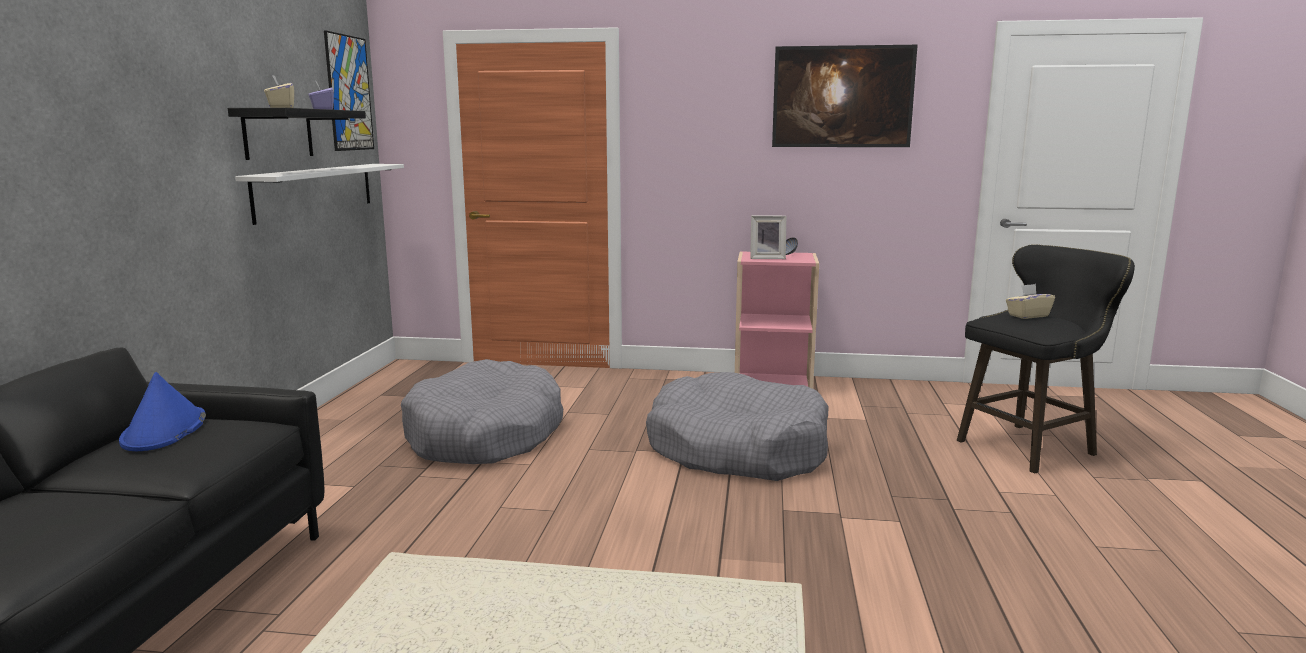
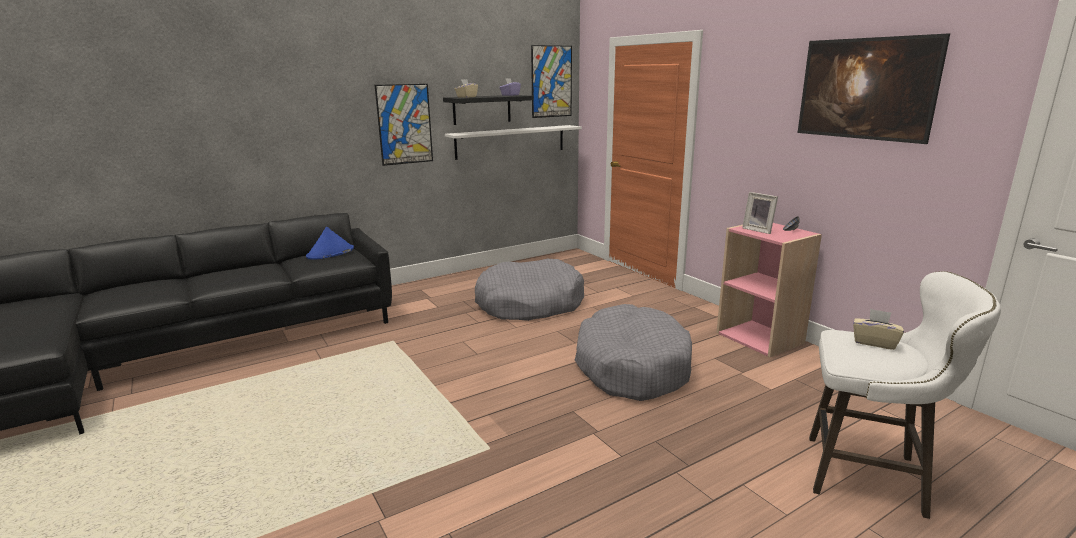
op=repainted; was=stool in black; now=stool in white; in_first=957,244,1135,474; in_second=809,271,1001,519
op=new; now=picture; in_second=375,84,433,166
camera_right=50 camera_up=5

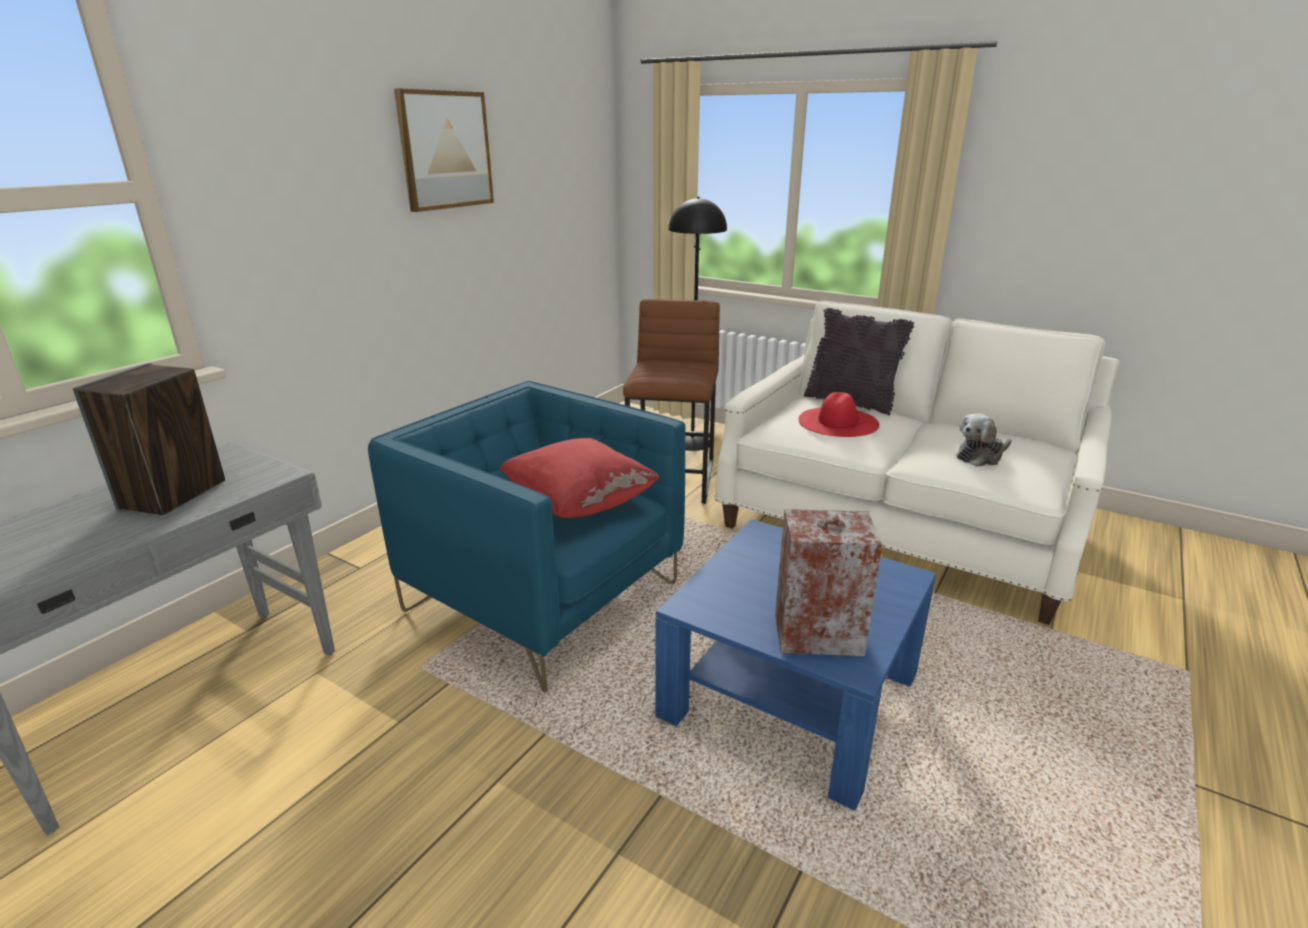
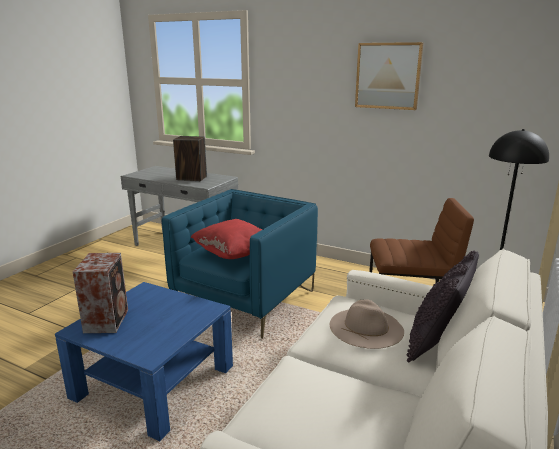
op=repainted; was=hat in red; now=hat in beige; in_first=799,392,879,437; in_second=330,299,404,349
op=gone; was=plush toy; in_first=956,413,1011,467
camera_right=85 camera_up=-5

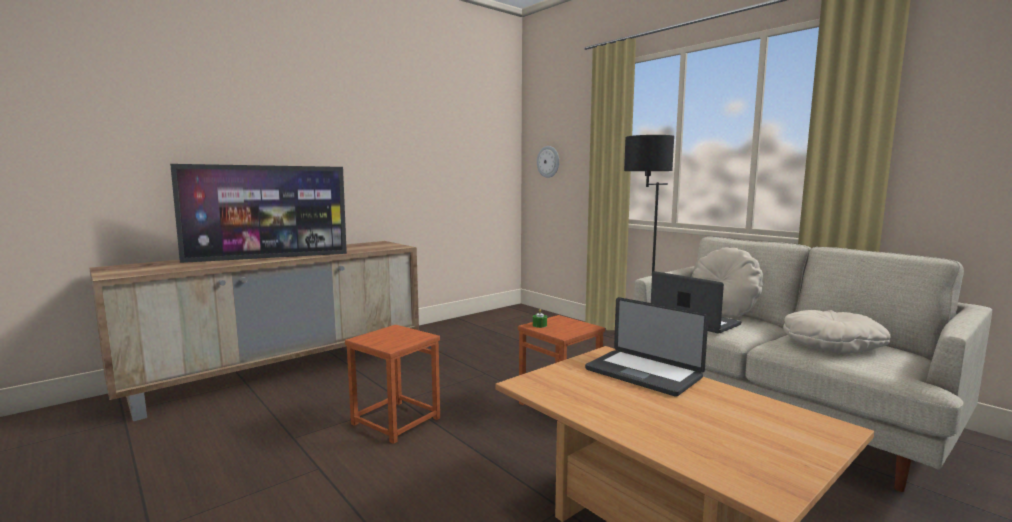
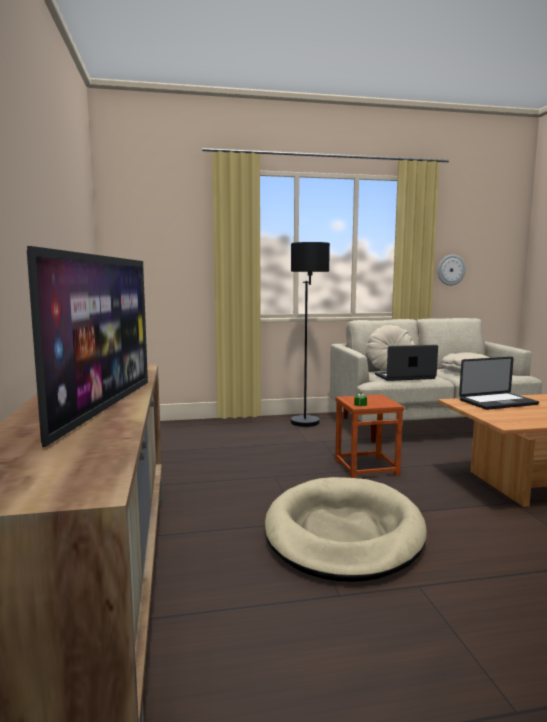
op=swapped; was=stool in brown; now=dog bed in beige; in_first=345,325,440,444; in_second=265,477,427,582
op=shifted; was=wall clock; in_first=537,146,559,178; in_second=438,255,466,286
camera_right=-60 camera_up=0

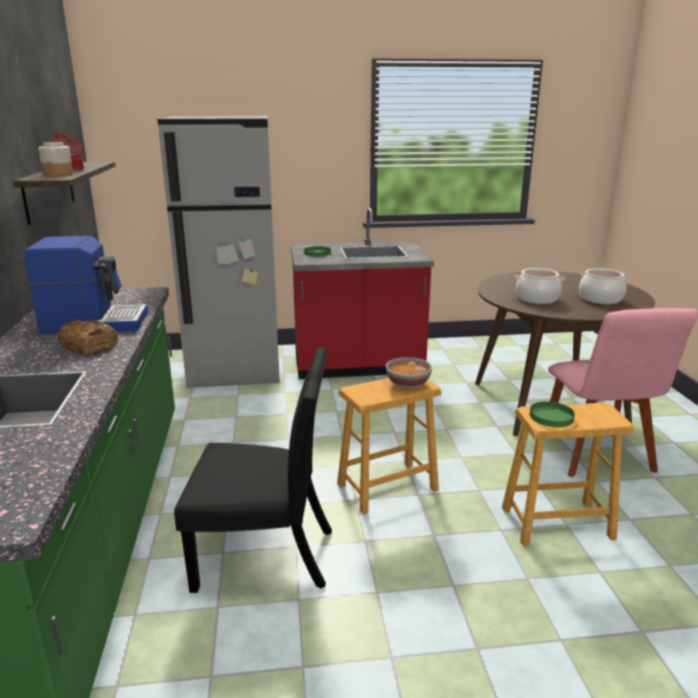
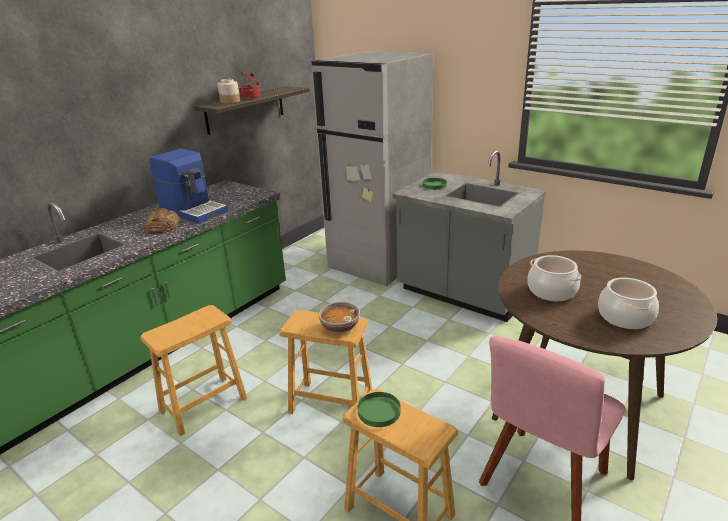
op=swapped; was=chair in black; now=stool in brown; in_first=174,347,332,593; in_second=140,305,247,436
op=repainted; was=counter in red; now=counter in grey; in_first=291,208,434,379; in_second=392,150,547,322
camera_right=45 camera_up=5

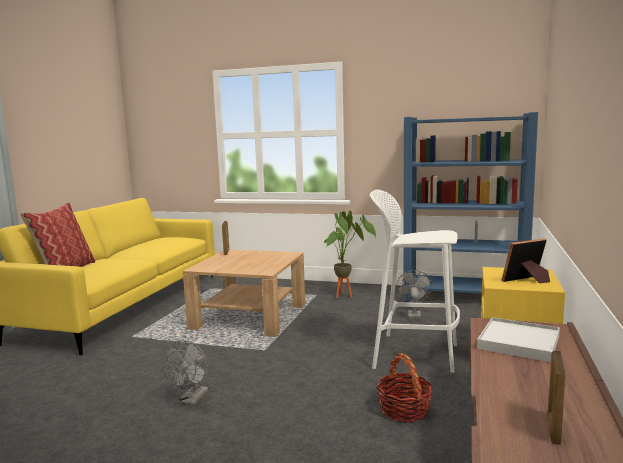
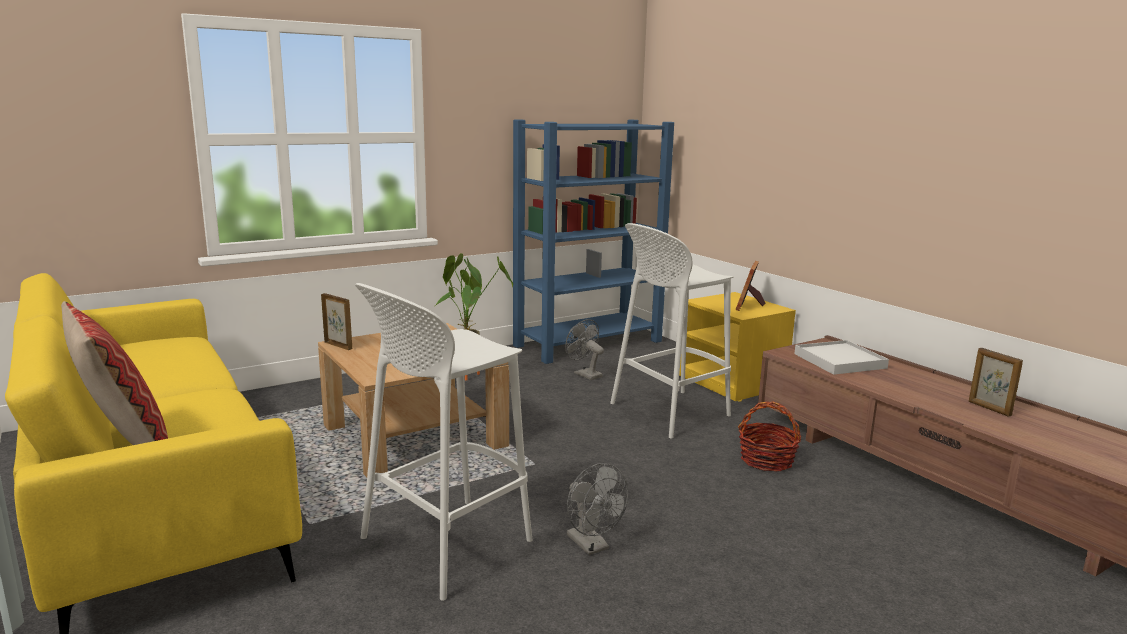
op=new; now=stool in white; in_second=355,283,533,601
camera_right=-50 camera_up=5

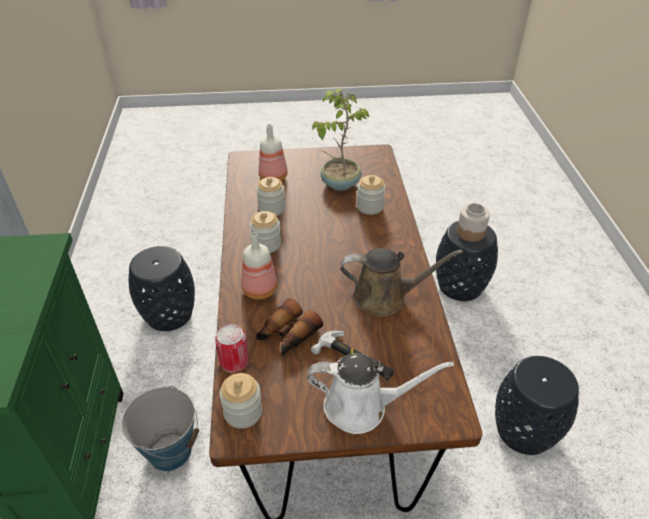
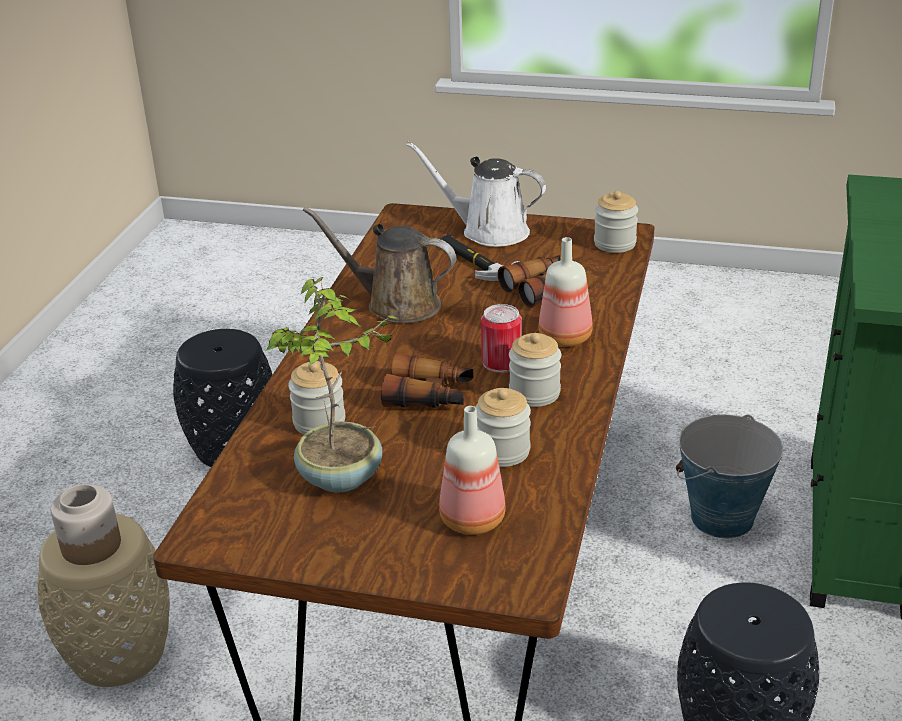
op=shifted; was=can; in_first=215,324,249,373; in_second=481,304,522,373
op=repainted; was=stool in black; now=stool in beige; in_first=436,221,498,301; in_second=37,513,170,687
op=new; now=binoculars; in_second=381,353,473,408
camera_right=-160 camera_up=-10

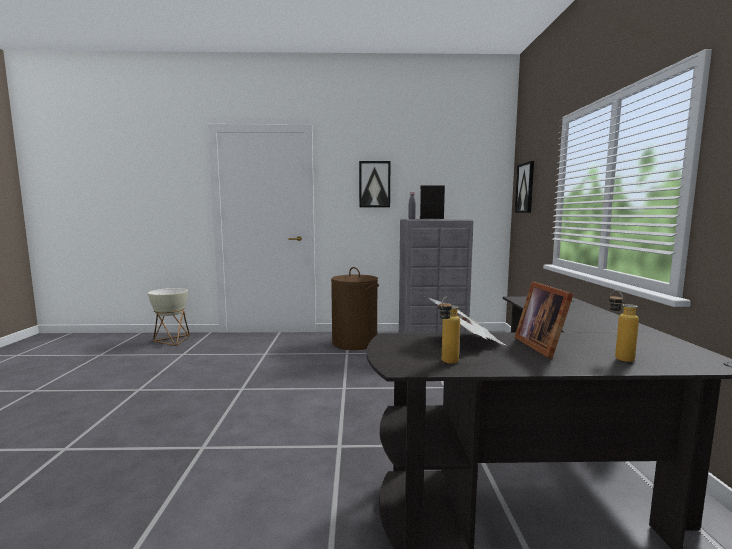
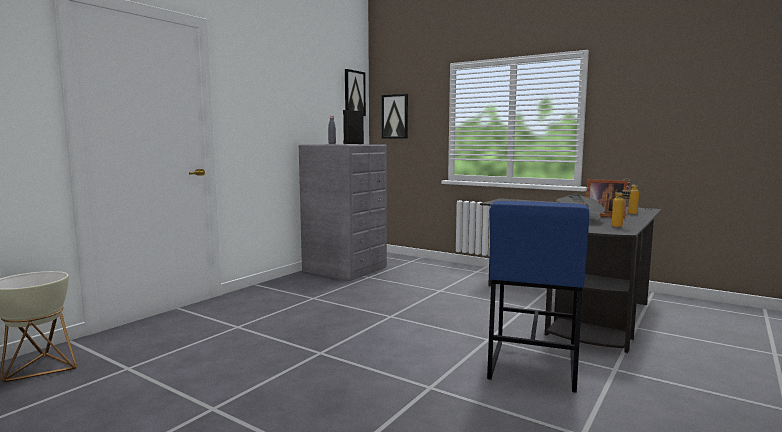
op=gone; was=laundry basket in brown; in_first=331,267,379,350
op=shifted; was=picture; in_first=359,161,390,207; in_second=345,69,366,116
op=new; now=stool in blue; in_second=487,201,589,393
camera_right=-55 camera_up=0

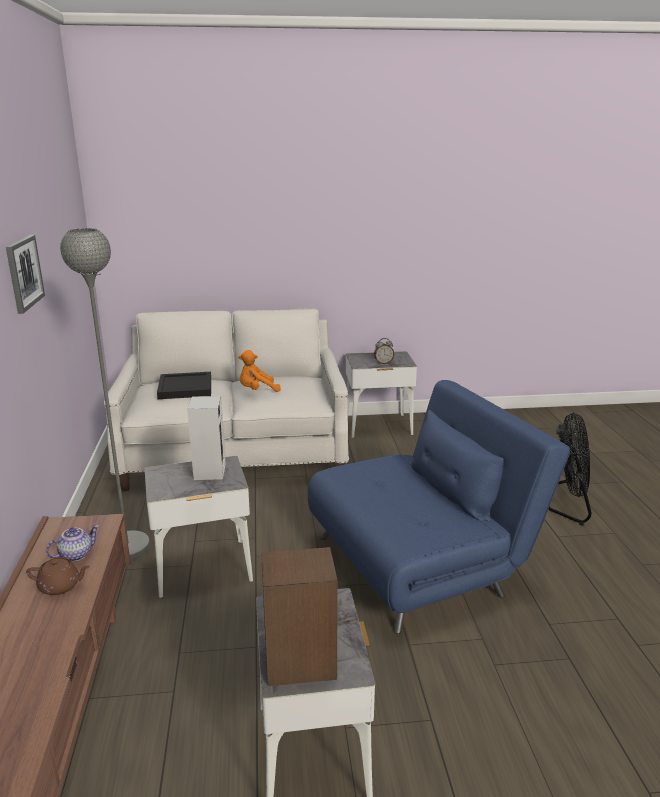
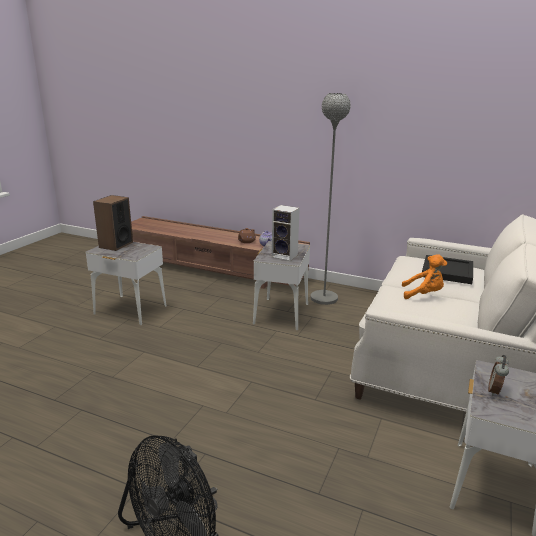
op=gone; was=picture; in_first=6,235,45,314
op=rotated; was=plush toy in orange; in_first=238,350,281,392; in_second=402,254,447,299; clockwise=90
op=gone; was=armchair in blue; in_first=308,380,570,634
camera_right=120 camera_up=0

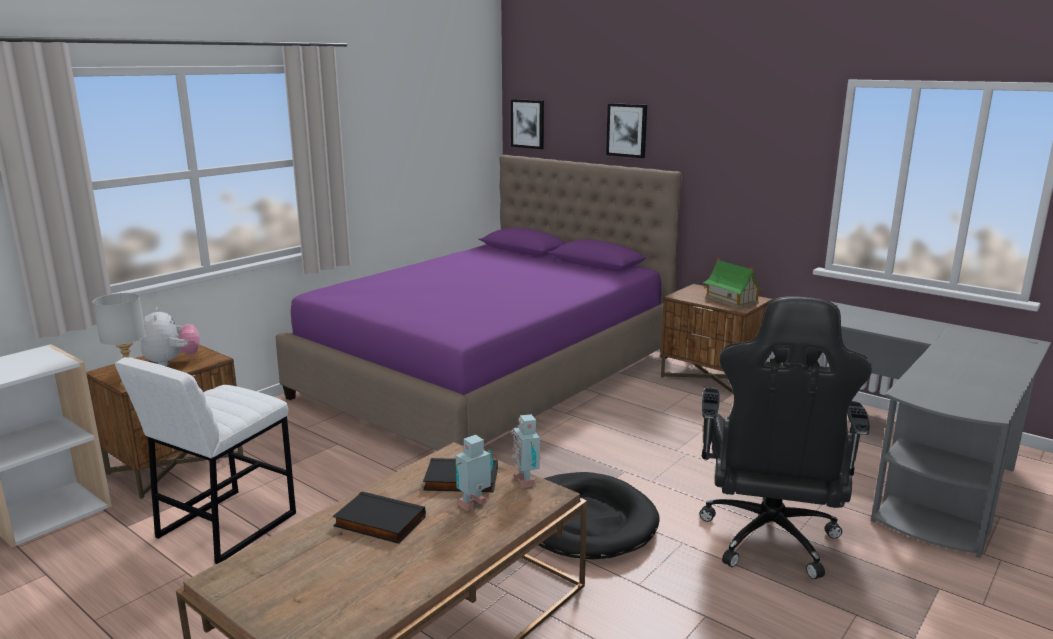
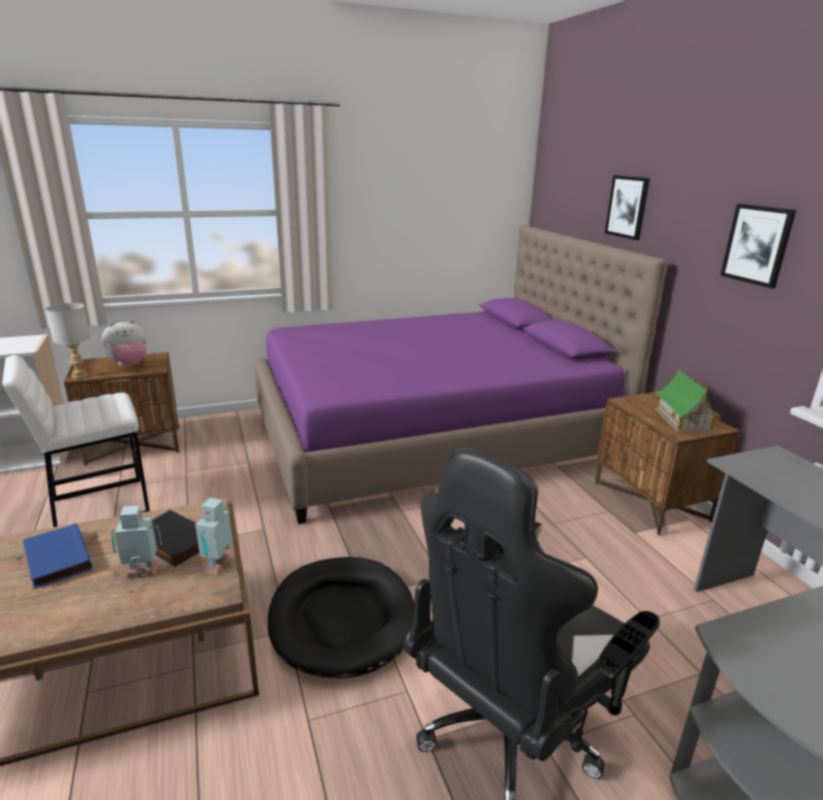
op=rotated; was=plush toy; in_first=141,307,200,366; in_second=101,320,147,365; clockwise=45
op=repainted; was=book in black; now=book in blue; in_first=333,491,426,544; in_second=23,523,92,589
op=shifted; was=picture; in_first=511,99,544,149; in_second=720,204,796,288
camera_right=30 camera_up=5

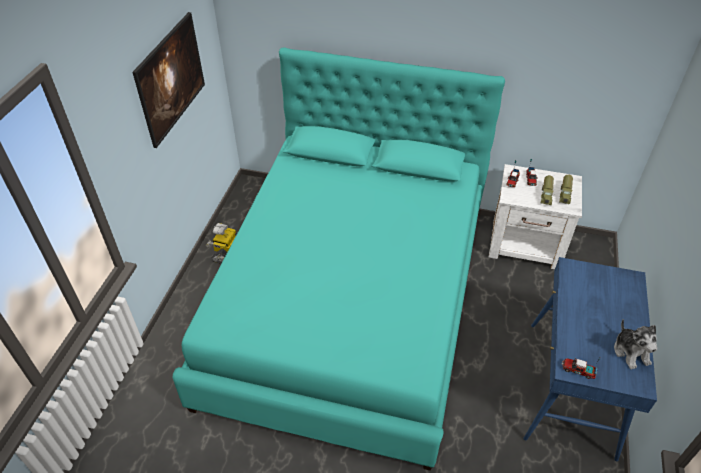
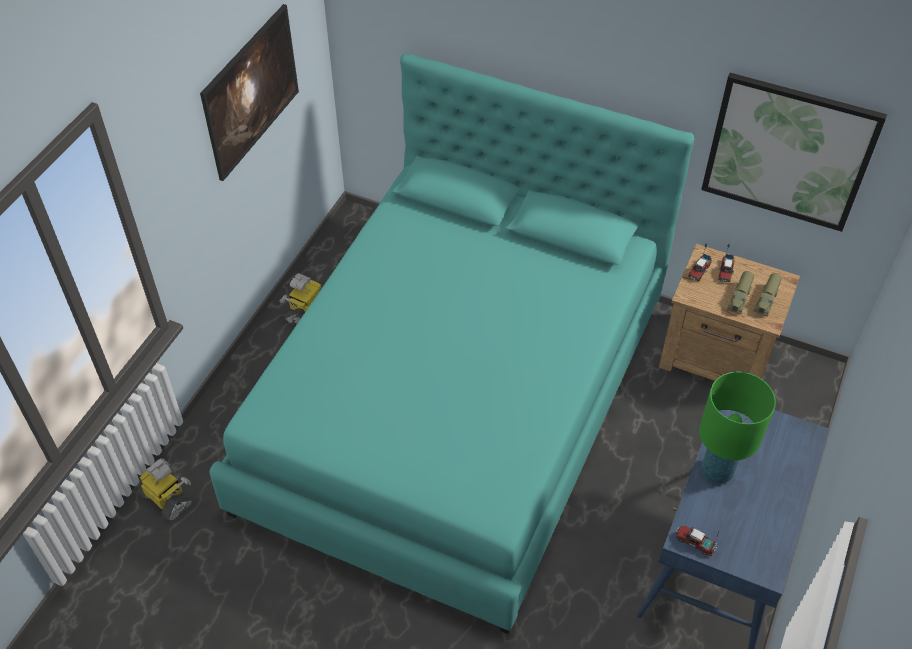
op=repainted; was=nightstand in white; now=nightstand in brown; in_first=489,164,582,269; in_second=659,244,800,381
op=gone; was=plush toy; in_first=614,319,657,370
op=new; now=toy robot; in_second=137,459,193,522
op=new; now=table lamp in green; in_second=699,372,776,483
op=new; now=picture; in_second=701,73,887,232
camera_right=10 camera_up=5

